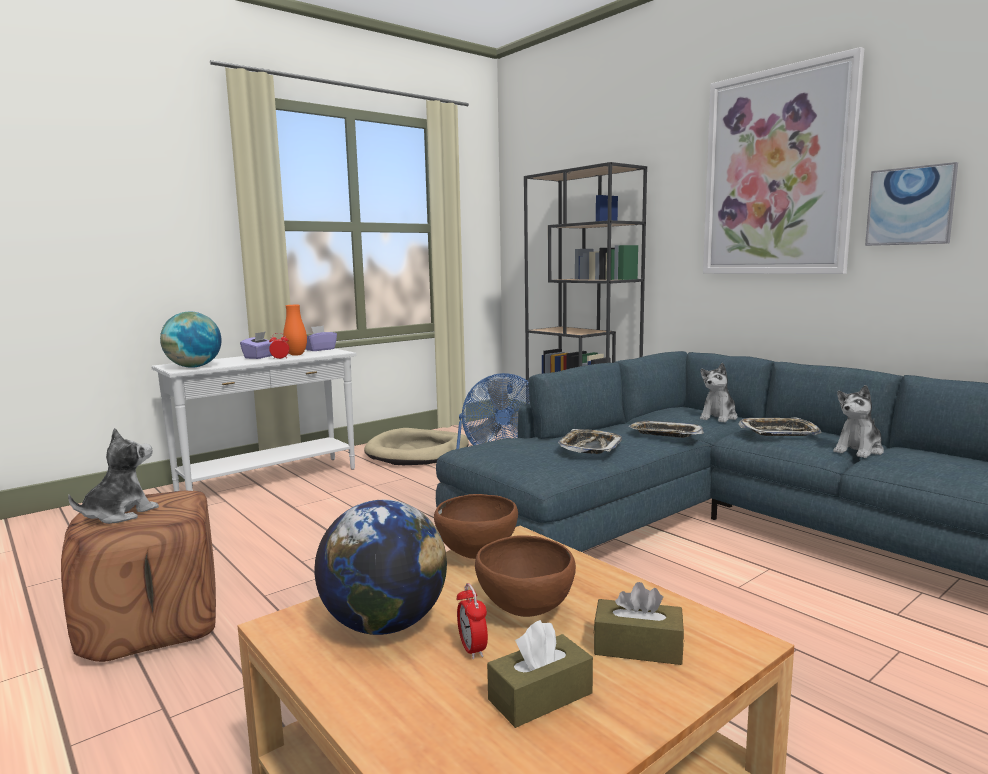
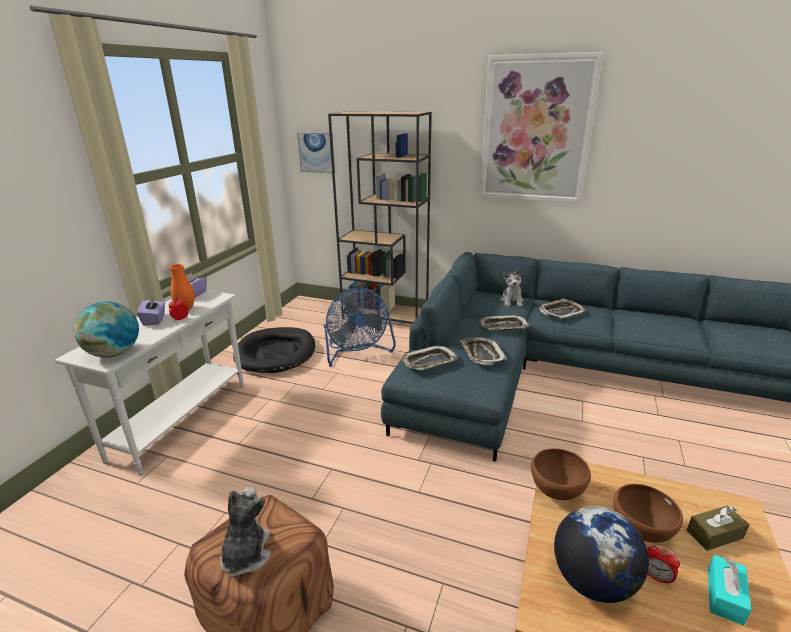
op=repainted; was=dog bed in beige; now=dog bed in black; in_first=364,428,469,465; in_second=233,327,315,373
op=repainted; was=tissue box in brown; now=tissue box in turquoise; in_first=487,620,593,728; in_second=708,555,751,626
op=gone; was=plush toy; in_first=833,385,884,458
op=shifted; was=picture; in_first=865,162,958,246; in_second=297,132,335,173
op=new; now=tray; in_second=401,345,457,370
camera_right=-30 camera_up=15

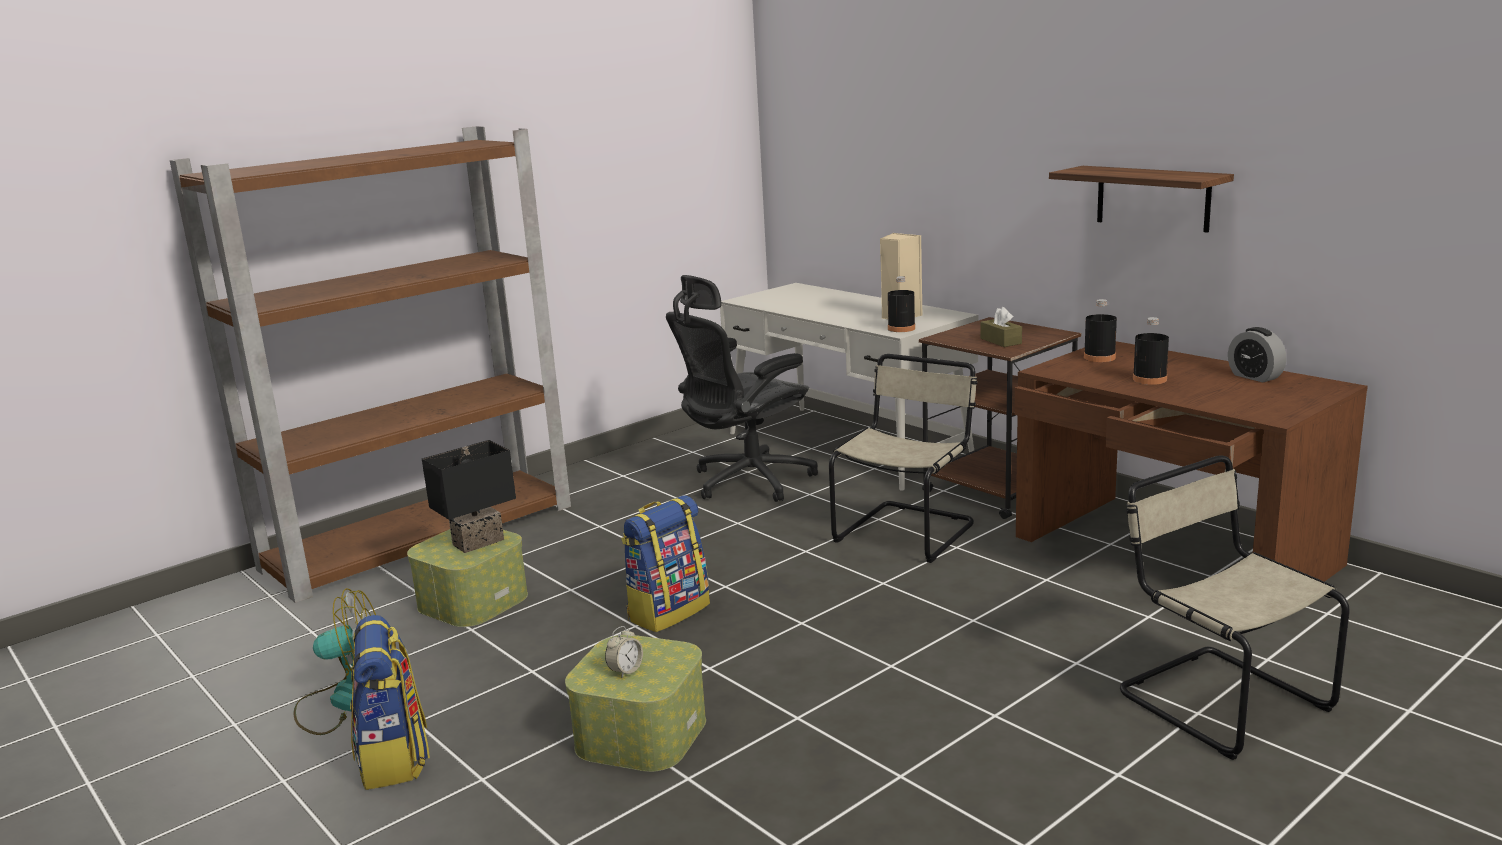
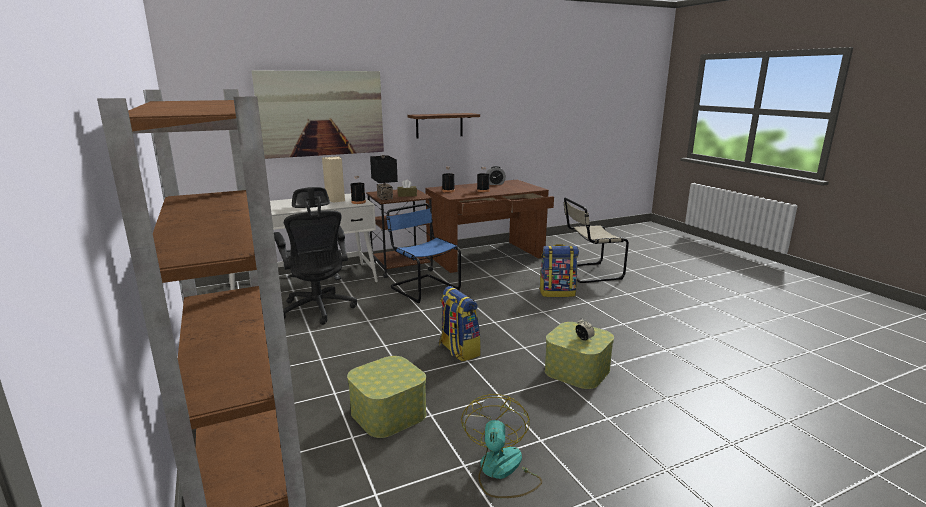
op=shifted; was=backpack; in_first=350,615,430,790; in_second=539,244,579,297
op=shifted; was=table lamp in black; in_first=422,440,516,553; in_second=370,155,398,200
op=repainted; was=chair in beige; now=chair in blue; in_first=829,354,978,563; in_second=386,203,461,303
op=new; now=picture; in_second=252,70,384,159
camera_right=-75 camera_up=0

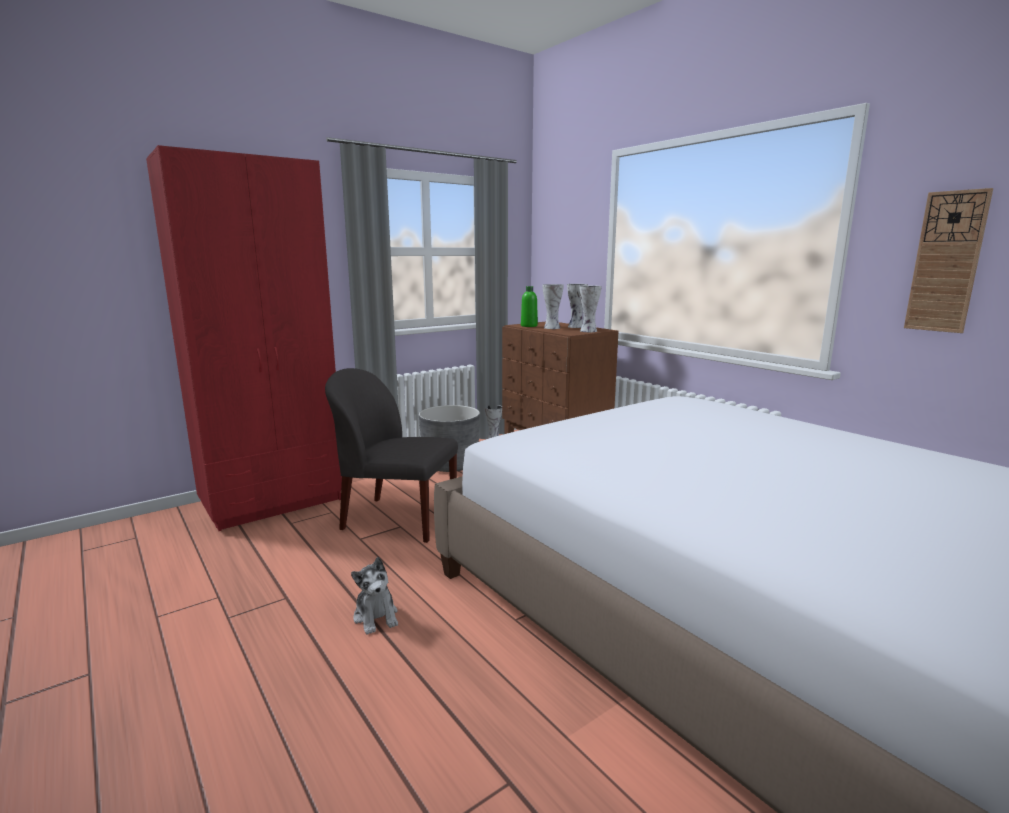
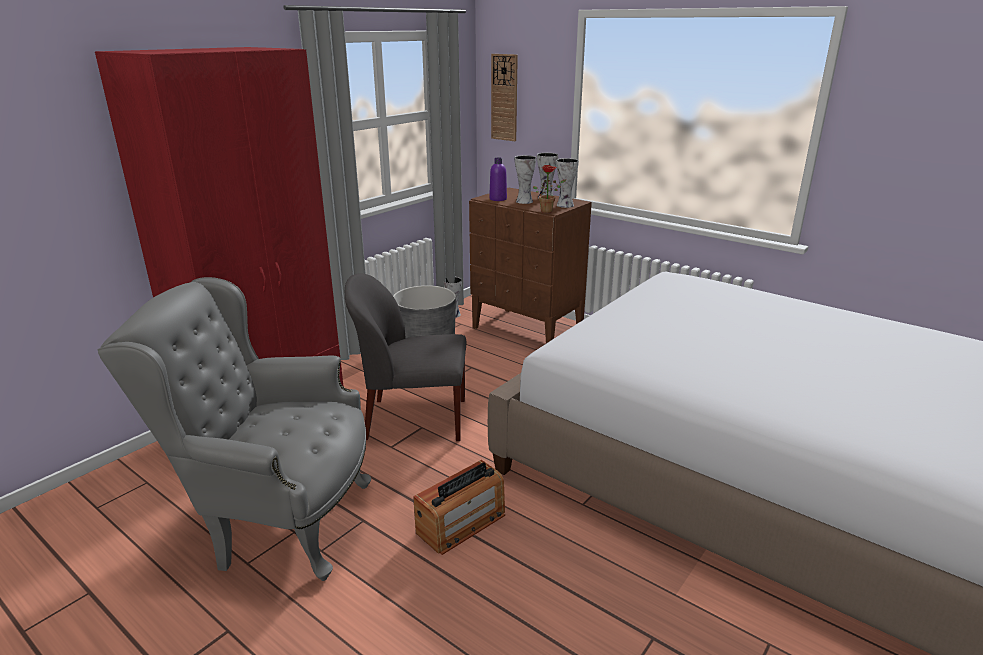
op=swapped; was=plush toy; now=radio; in_first=351,557,398,635; in_second=413,460,505,555
op=repainted; was=bottle in green; now=bottle in purple; in_first=521,286,538,327; in_second=489,157,507,201
op=shifted; was=wall clock; in_first=904,188,993,333; in_second=491,54,518,141
op=new; now=armchair in grey; in_second=97,277,371,581
op=new; now=potted plant; in_second=533,165,566,213
camera_right=-15 camera_up=10

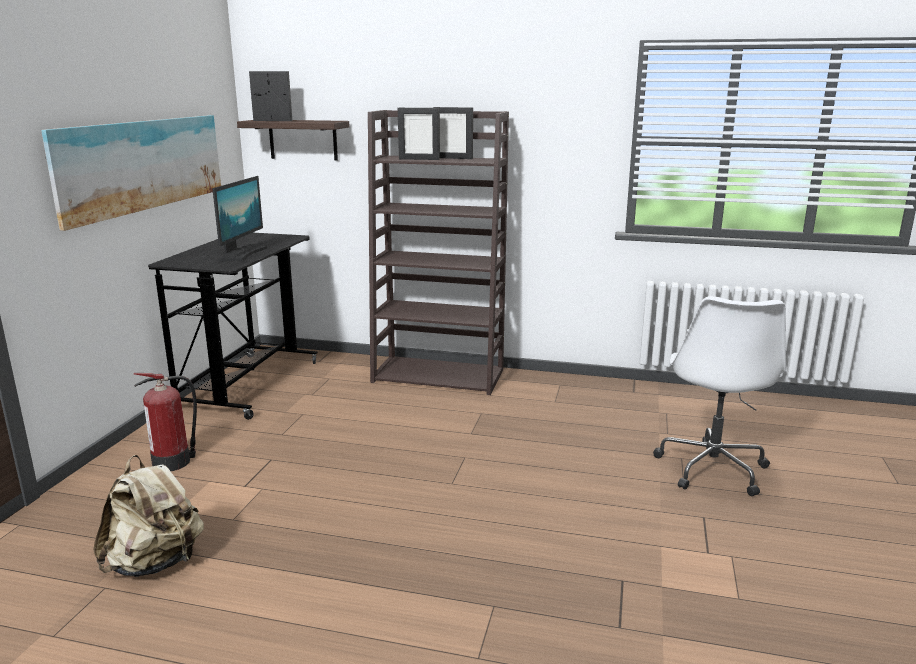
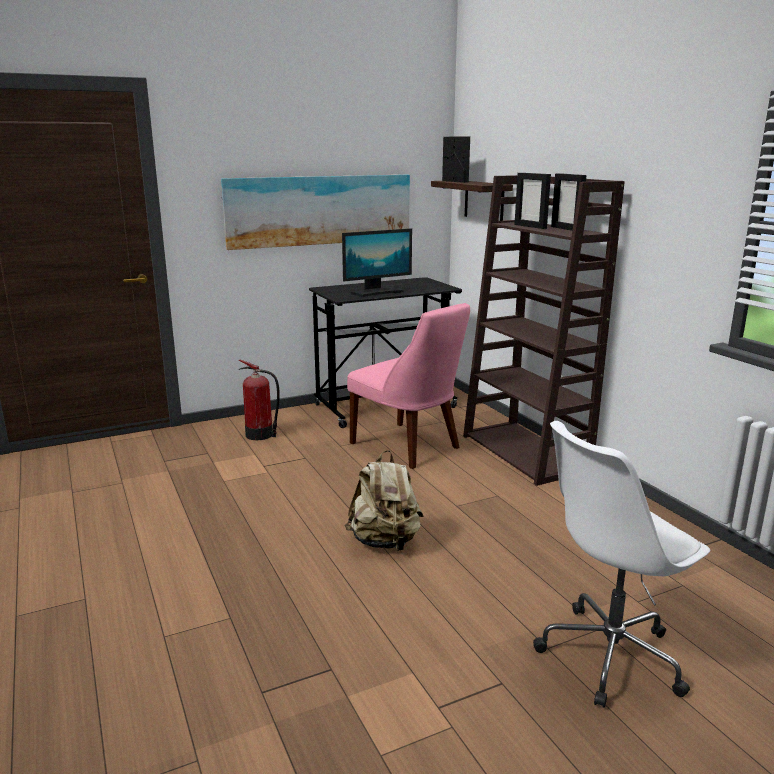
op=shifted; was=backpack in beige; in_first=93,455,204,577; in_second=345,450,423,551
op=new; now=chair in pink; in_second=347,303,470,469
camera_right=50 camera_up=0

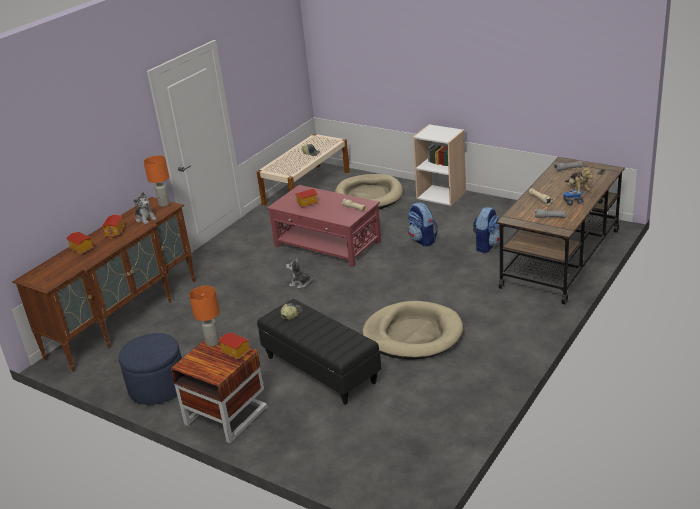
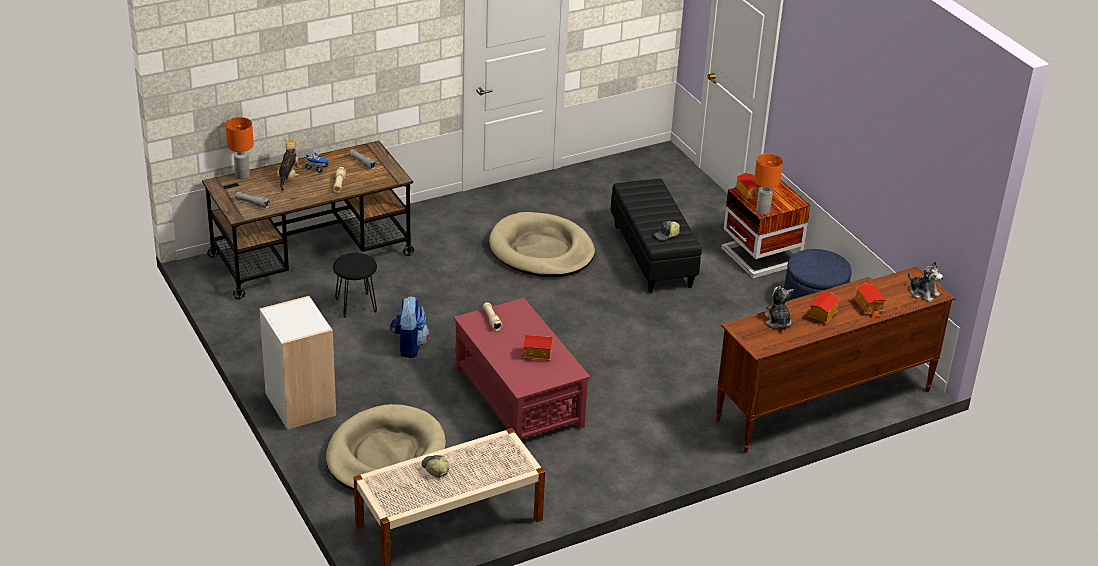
op=shifted; was=table lamp in orange; in_first=144,155,170,207; in_second=225,117,254,179
op=shifted; was=plush toy; in_first=286,258,314,288; in_second=908,261,943,302
op=swapped; was=backpack; now=stool in black; in_first=473,207,500,253; in_second=333,253,377,318
camera_right=-155 camera_up=5

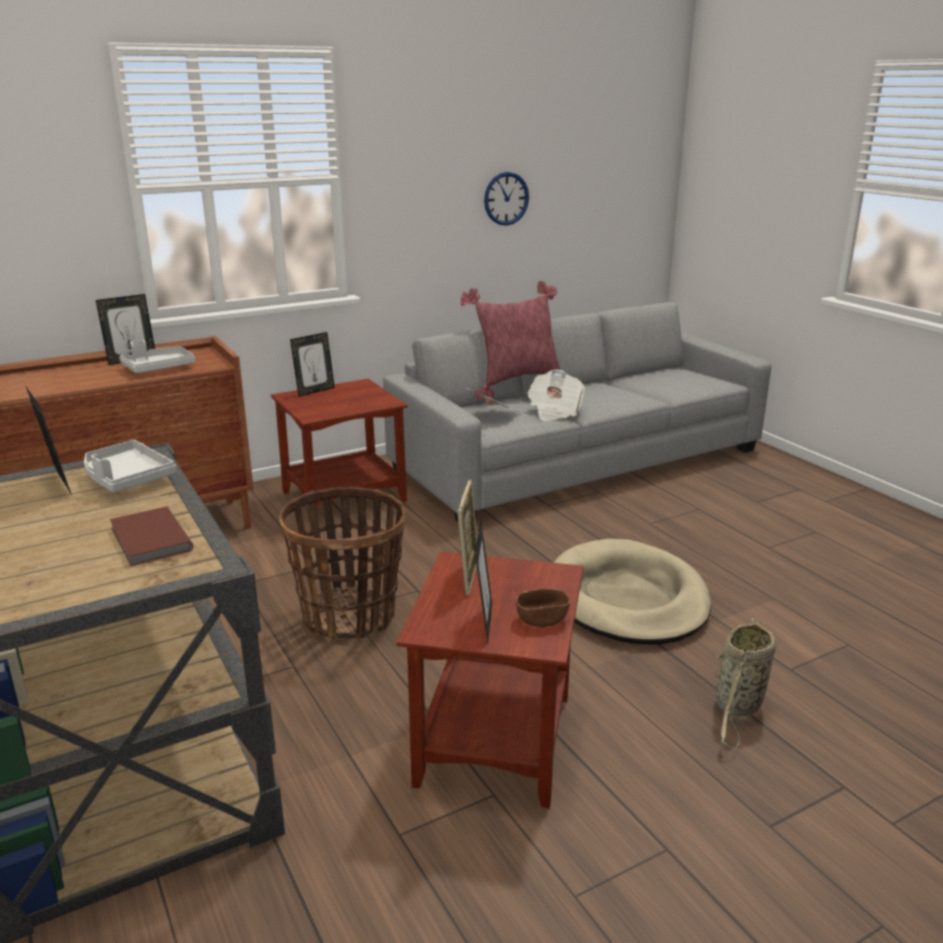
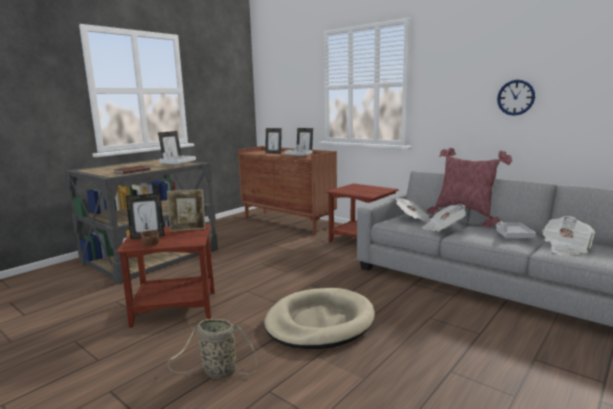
op=gone; was=basket; in_first=279,487,406,640
op=shifted; was=picture frame; in_first=290,332,335,397; in_second=265,128,282,154
op=new; now=tray in grey; in_second=496,221,536,238
op=new; now=newspaper; in_second=542,216,595,254
camera_right=70 camera_up=-10

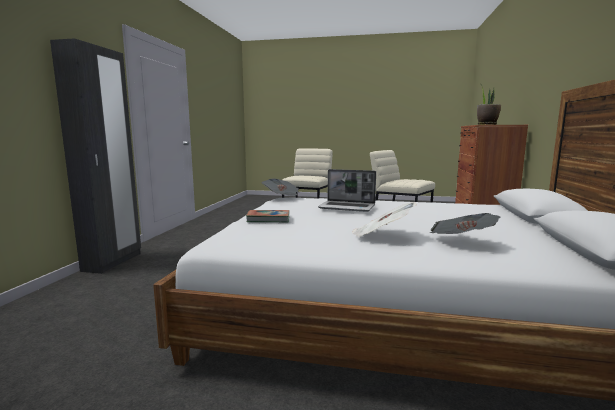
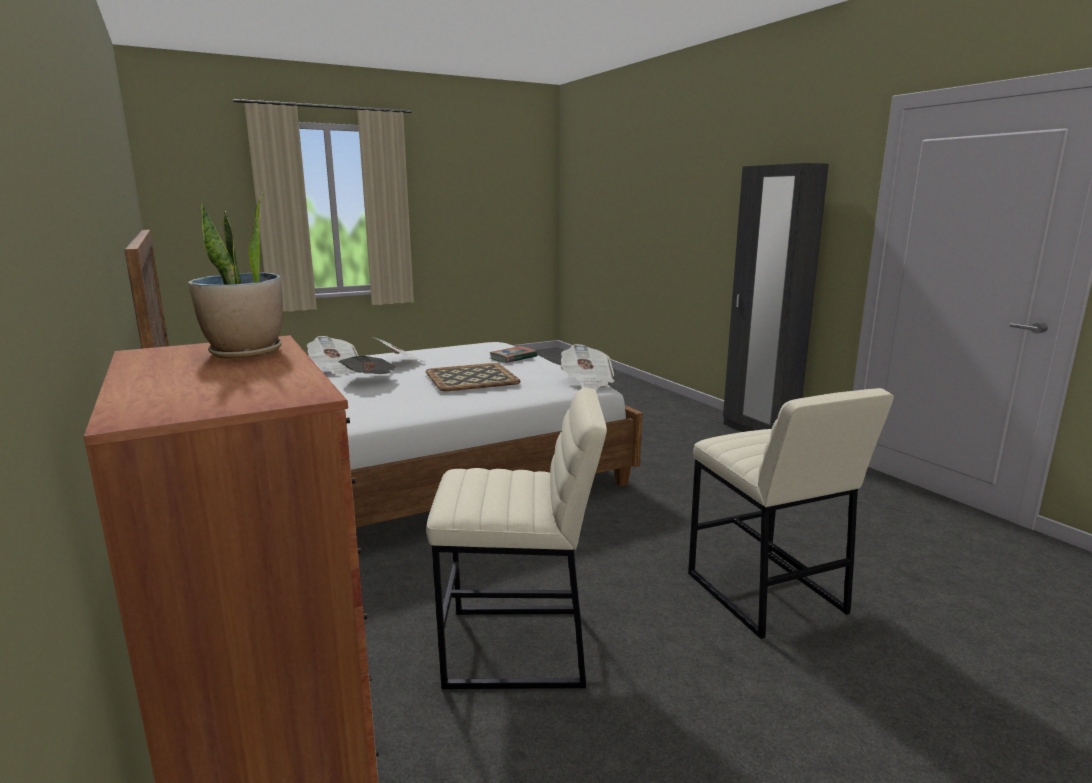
op=swapped; was=laptop; now=tray; in_first=318,169,376,212; in_second=426,363,521,391
op=new; now=newspaper; in_second=338,356,395,374
camera_right=140 camera_up=5

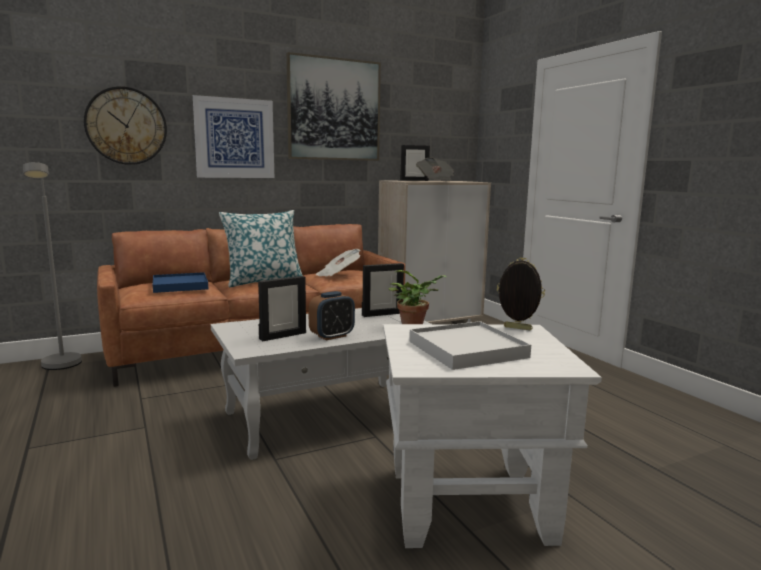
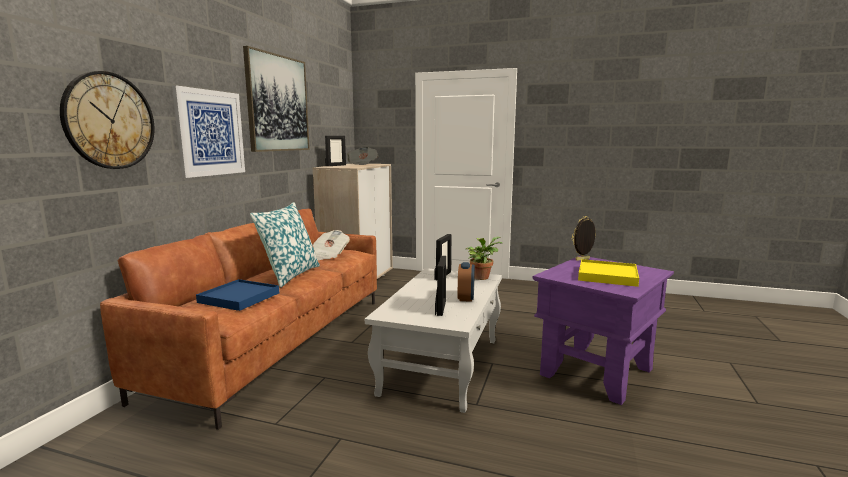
op=gone; was=floor lamp in grey; in_first=23,162,82,370
op=repainted; was=side table in white; now=side table in purple; in_first=383,324,602,548; in_second=533,255,674,405
op=repainted; was=tray in white; now=tray in yellow; in_first=409,321,531,370; in_second=578,259,639,287
camera_right=-45 camera_up=0

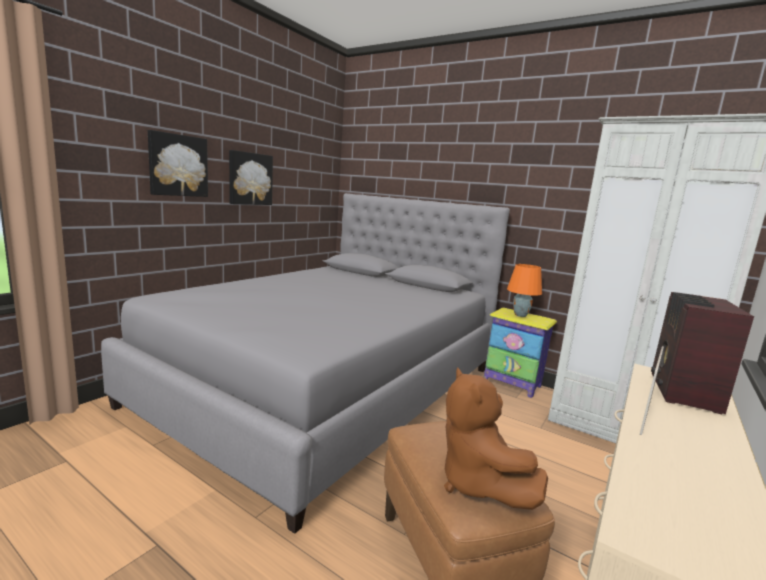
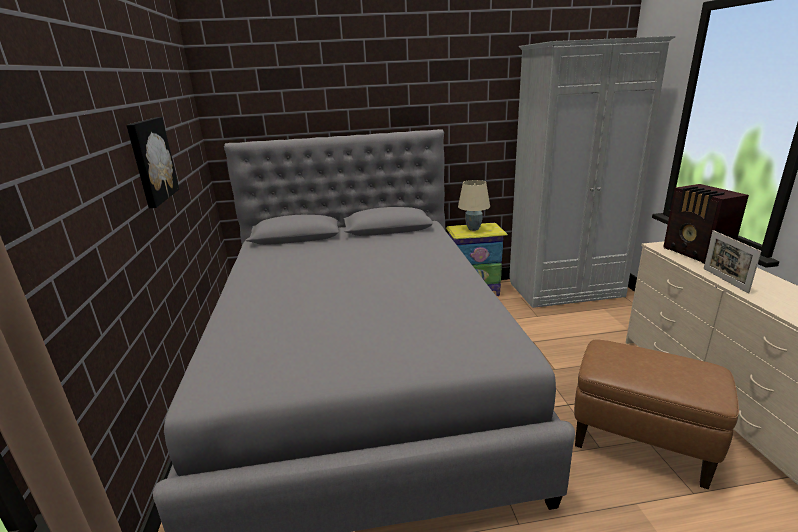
op=gone; was=picture; in_first=148,130,208,197
op=gone; was=plush toy in brown; in_first=444,367,548,510
op=repainted; was=table lamp in orange; now=table lamp in beige; in_first=507,264,542,317; in_second=458,180,490,231
camera_right=-40 camera_up=10

